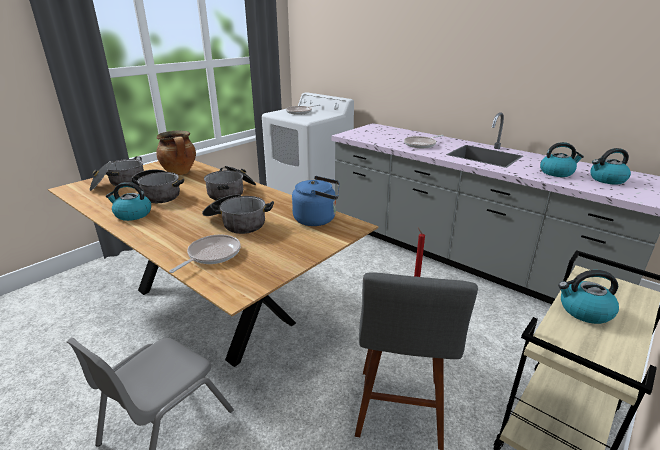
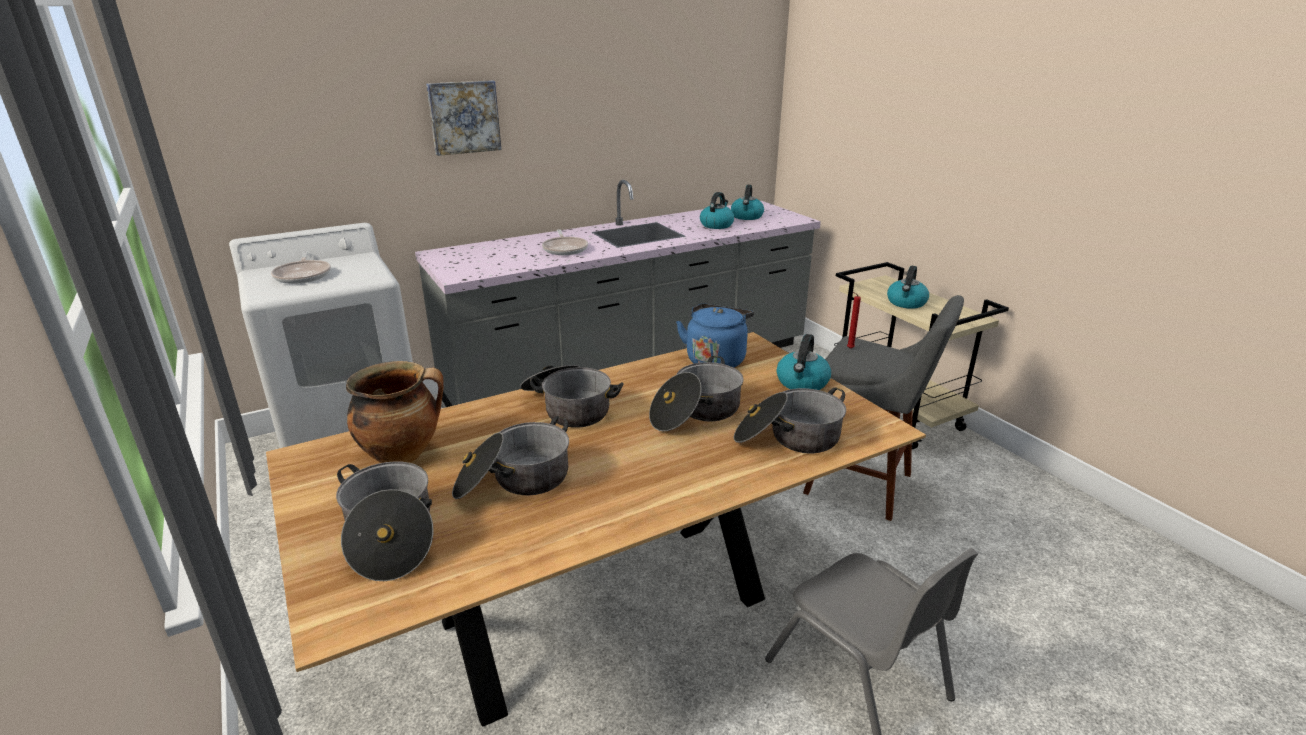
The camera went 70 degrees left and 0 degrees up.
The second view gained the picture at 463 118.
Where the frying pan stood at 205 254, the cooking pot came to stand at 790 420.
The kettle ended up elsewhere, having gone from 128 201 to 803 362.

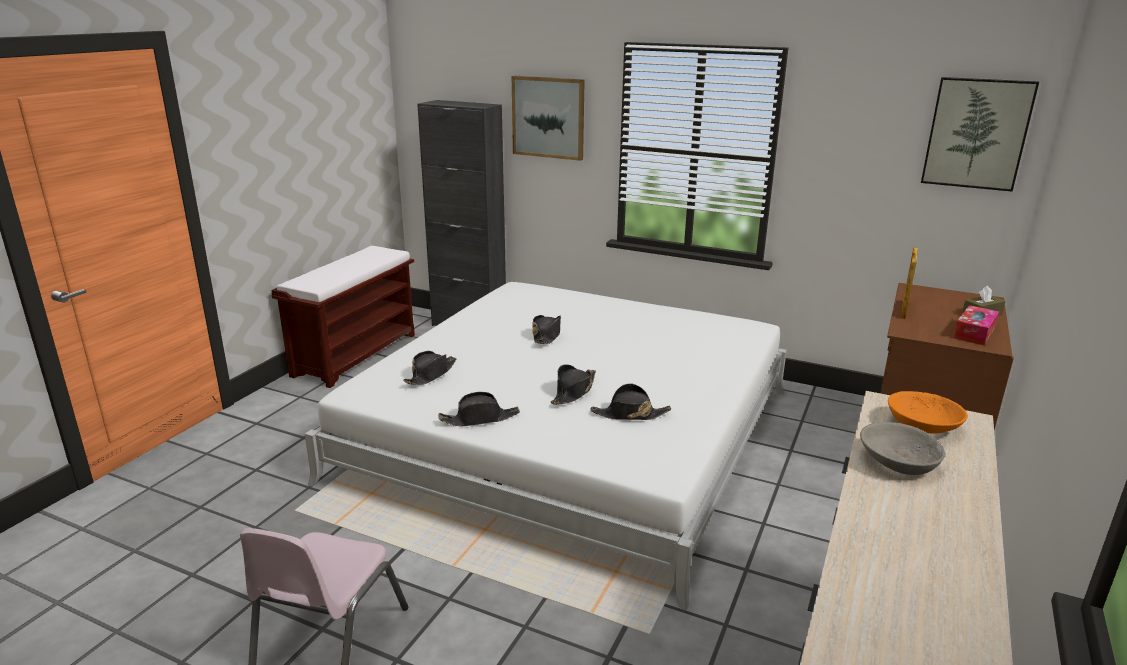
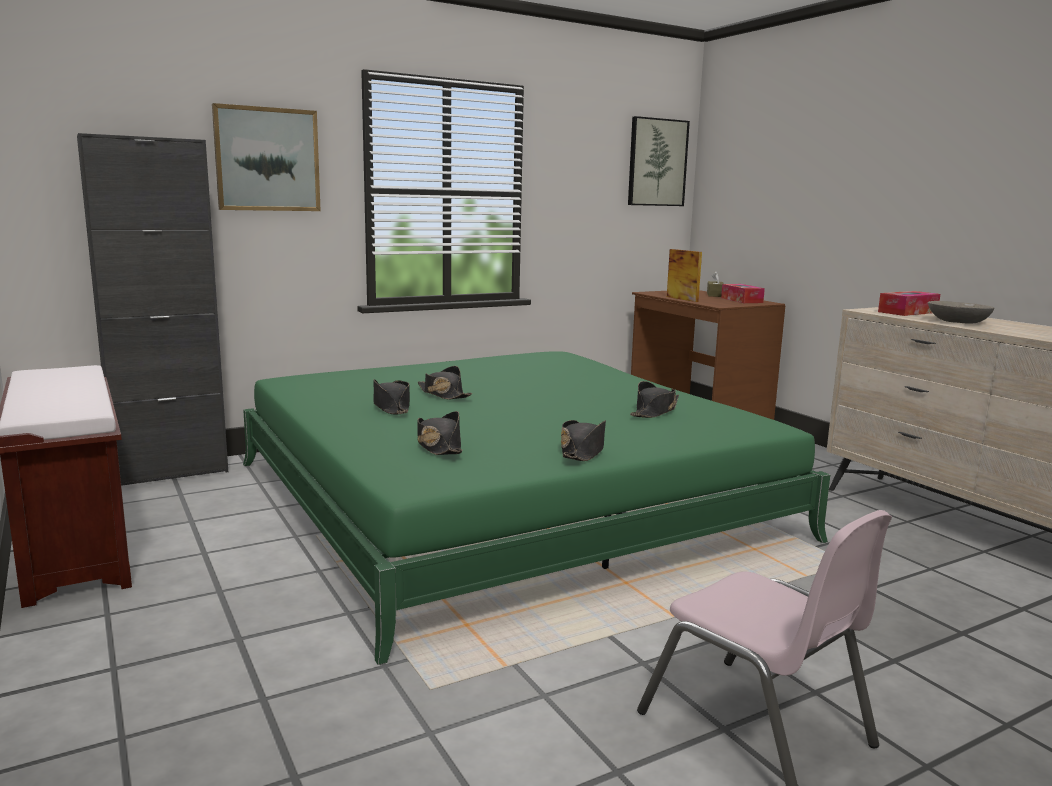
The camera went 55 degrees left and 10 degrees down.
What was the white bed at 546 446 turned into the green bed at 536 508.
The black hat ended up elsewhere, having gone from 573 384 to 391 397.
Where the orange bowl stood at 928 412, the tissue box came to stand at 909 303.

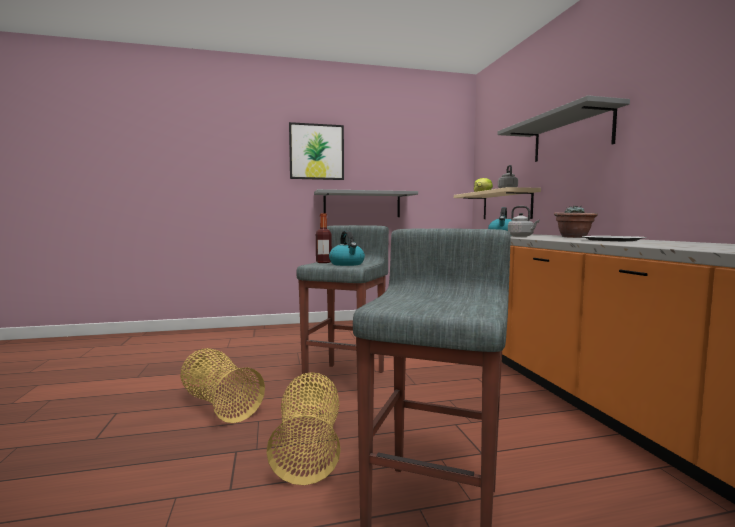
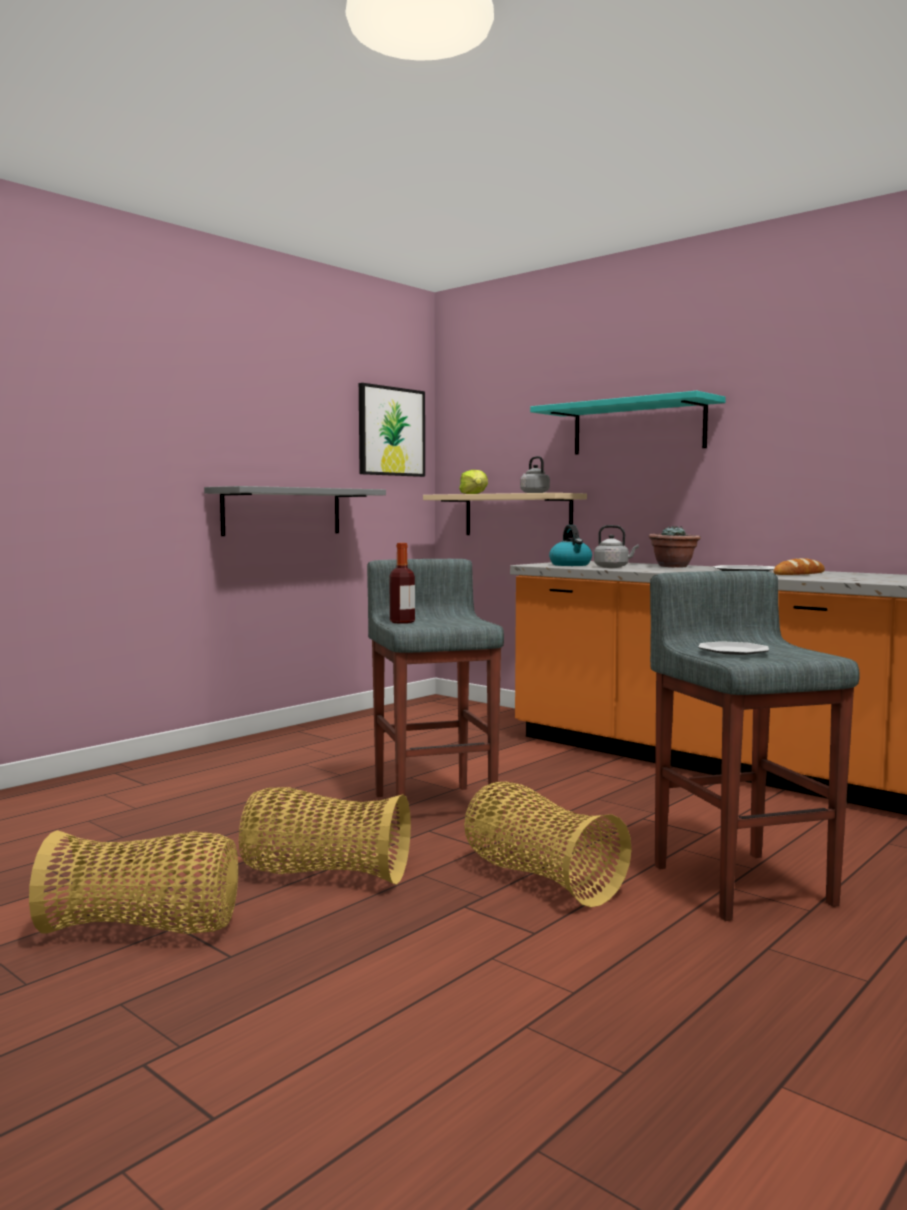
The camera went 35 degrees left and 0 degrees up.
The second view gained the basket at 133 882.
The picture ended up elsewhere, having gone from 316 151 to 392 430.
What was the grey shelf at 564 128 turned into the turquoise shelf at 628 423.
The second view gained the plate at 733 648.
The second view gained the bread at 799 566.
The second view lost the kettle at 347 248.

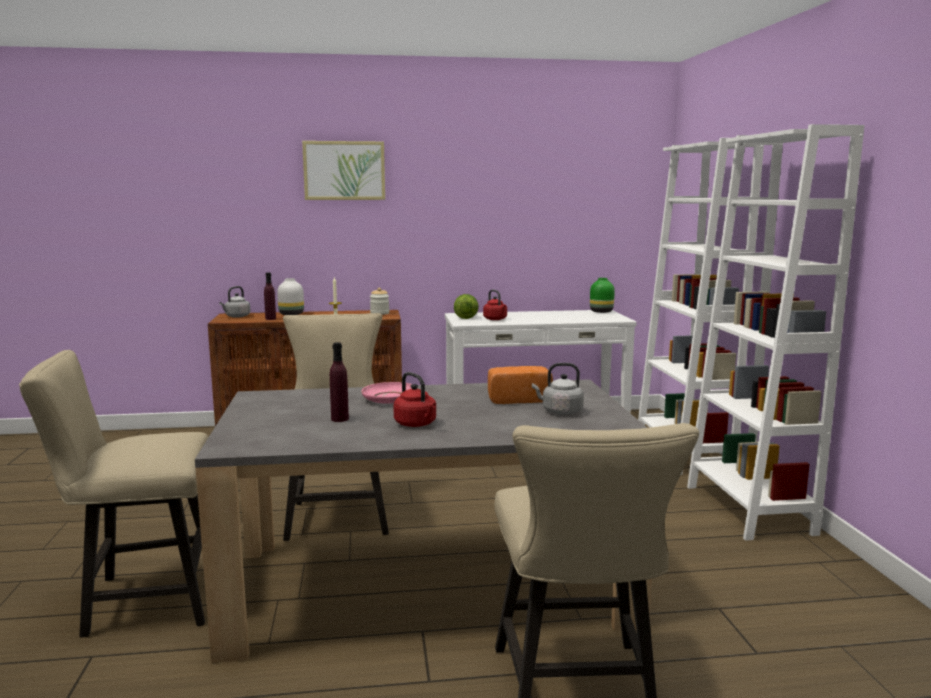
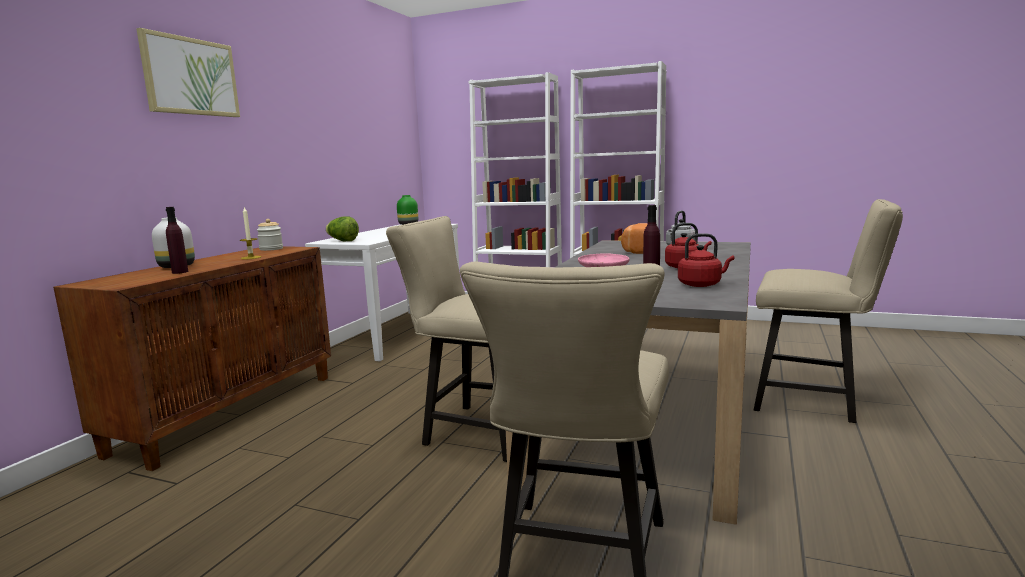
The camera went 60 degrees left and 0 degrees up.
The red kettle ended up elsewhere, having gone from 495 304 to 706 260.
The second view lost the grey kettle at 235 302.

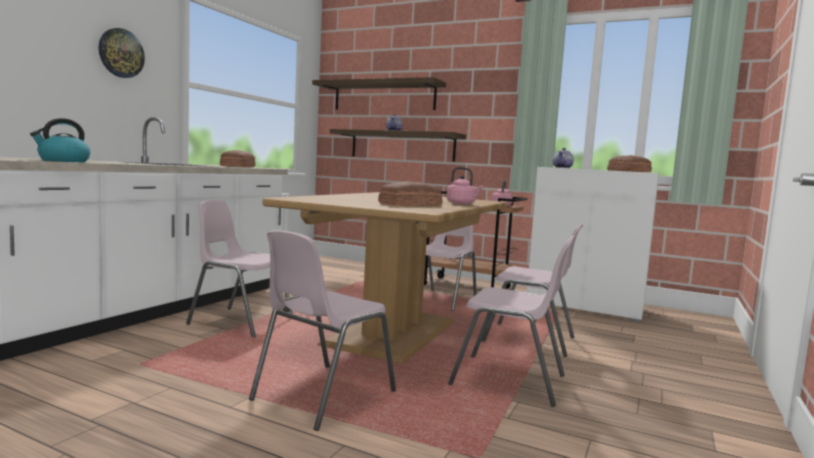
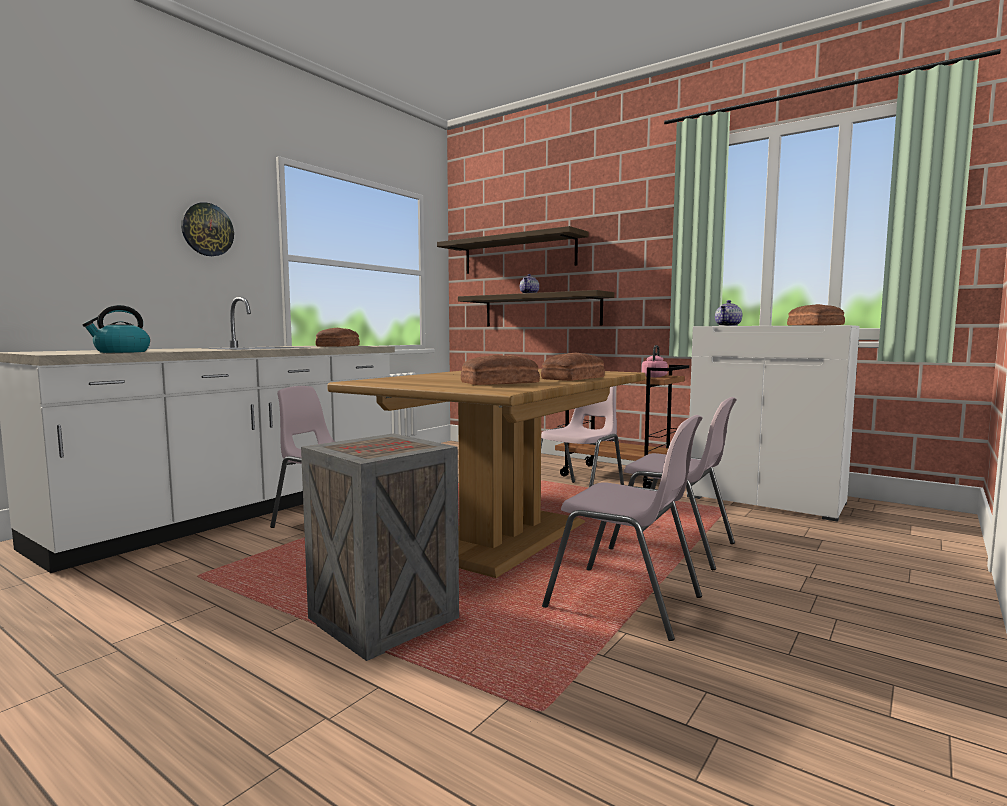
The camera went 10 degrees right and 0 degrees up.
Where the pink chair stood at 322 330, the crate came to stand at 380 547.
Where the pink kettle stood at 465 185, the bread came to stand at 573 367.

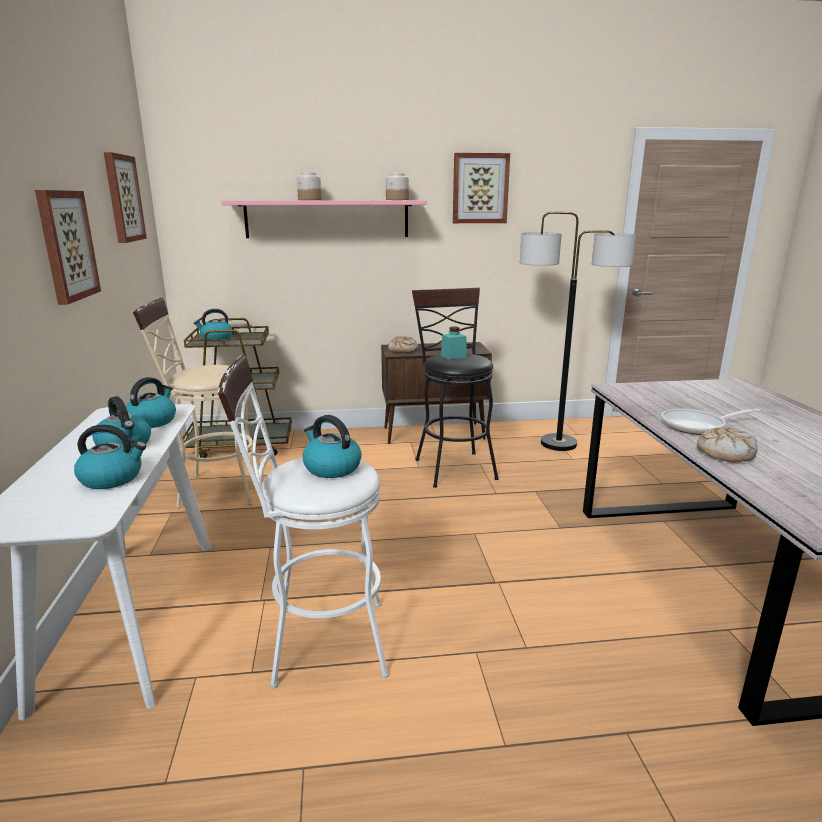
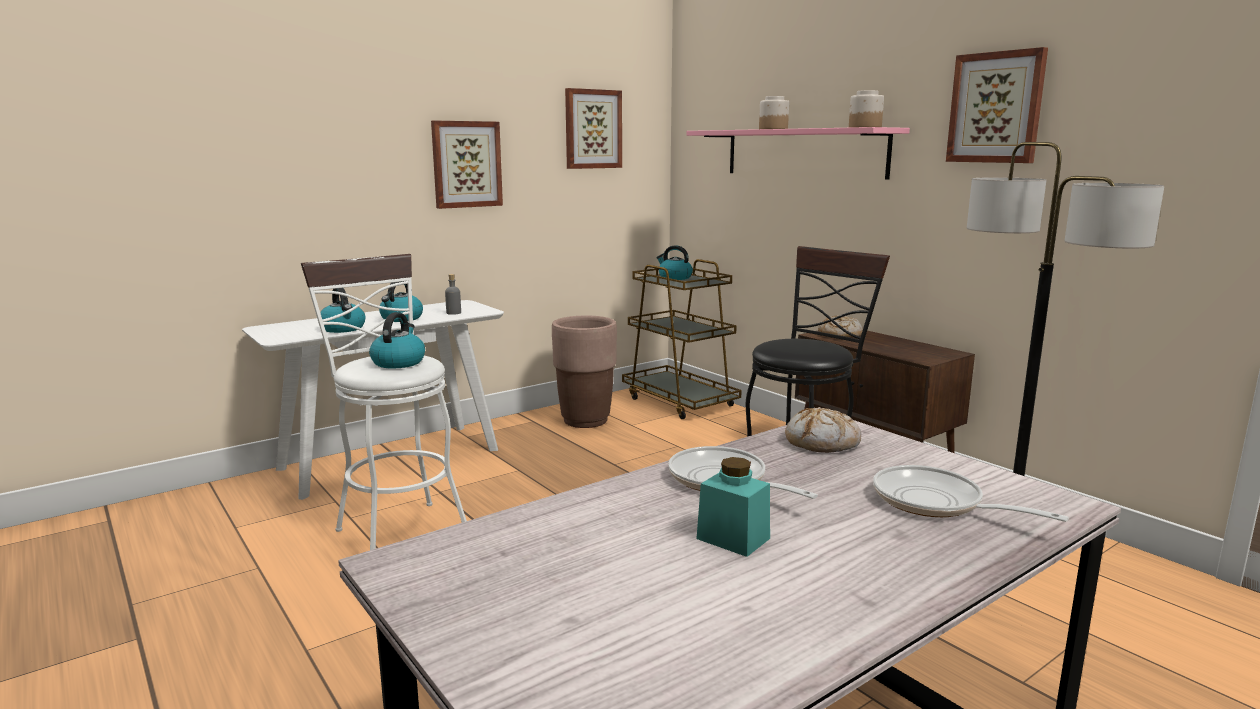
The camera went 60 degrees right and 5 degrees down.
Where the kettle stood at 151 402, the grey bottle came to stand at 453 294.
Where the beige stool stood at 196 403, the brown planter came to stand at 584 371.
The turquoise jar ended up elsewhere, having gone from 454 343 to 733 507.
The bread ended up elsewhere, having gone from 727 445 to 823 430.
The second view gained the frying pan at 971 493.

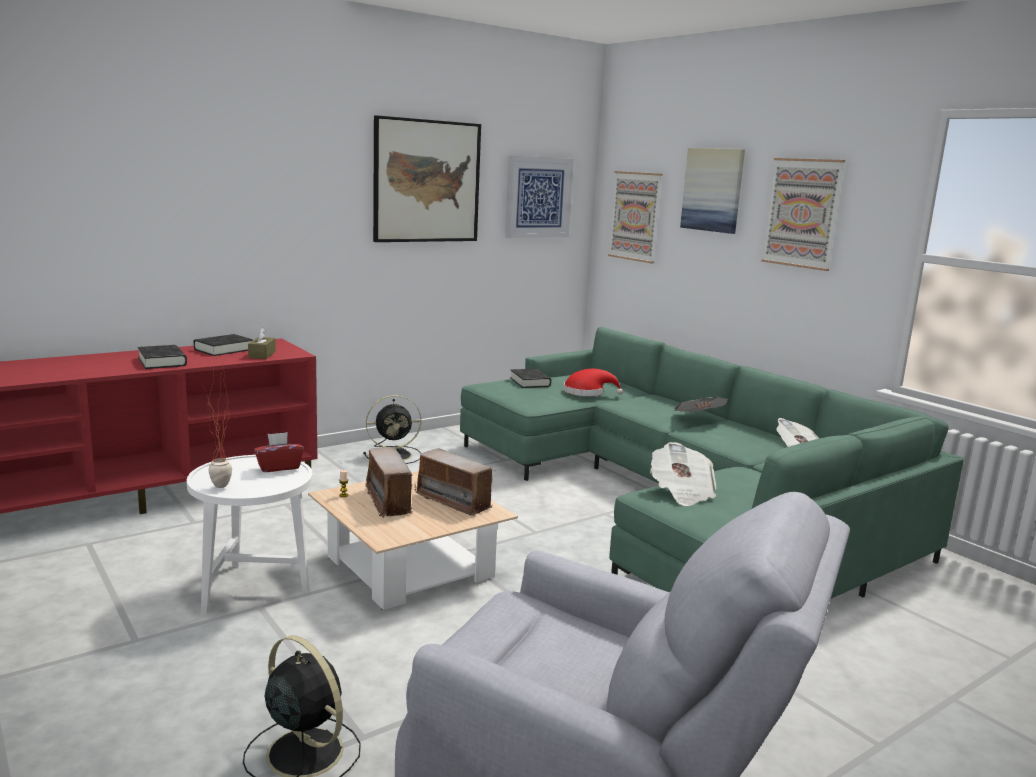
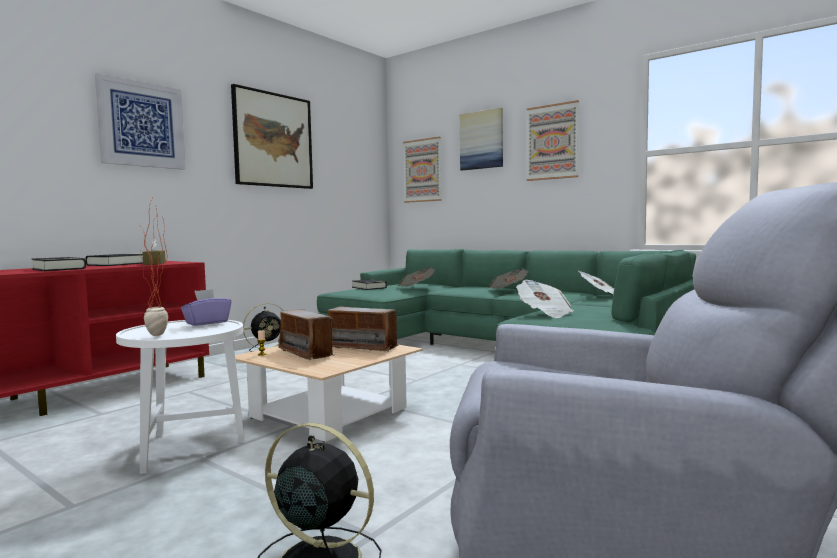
The camera went 15 degrees left and 10 degrees down.
The picture ended up elsewhere, having gone from 539 197 to 140 121.
What was the red tissue box at 279 452 turned into the purple tissue box at 206 307.
Where the red hat stood at 593 382, the newspaper came to stand at 416 277.

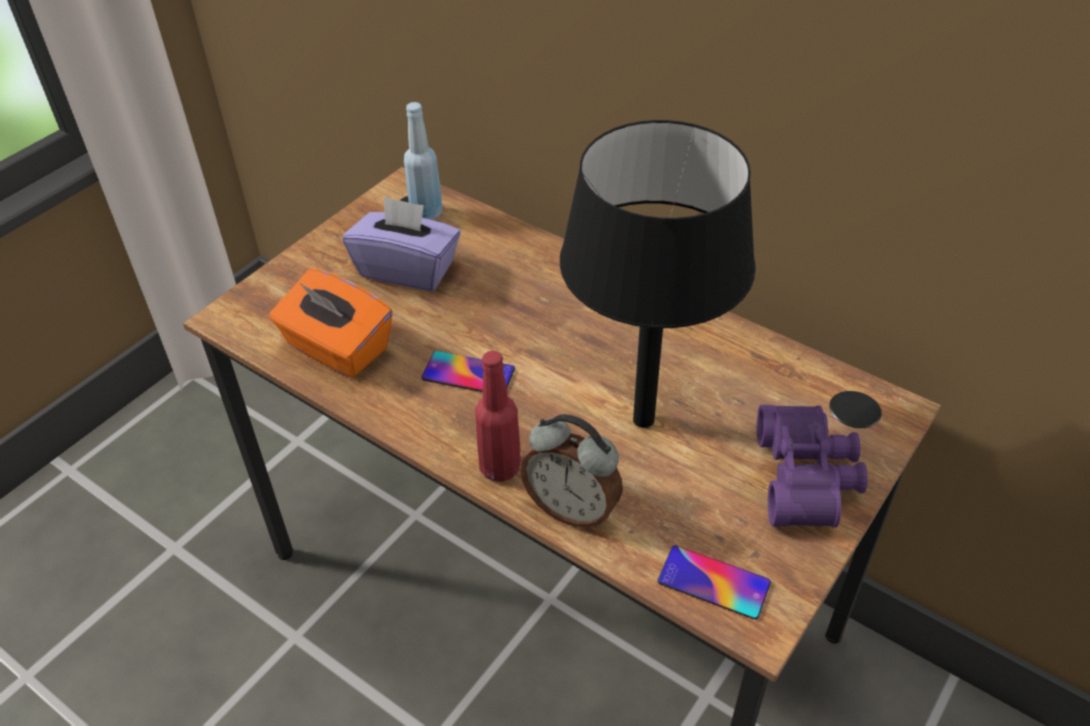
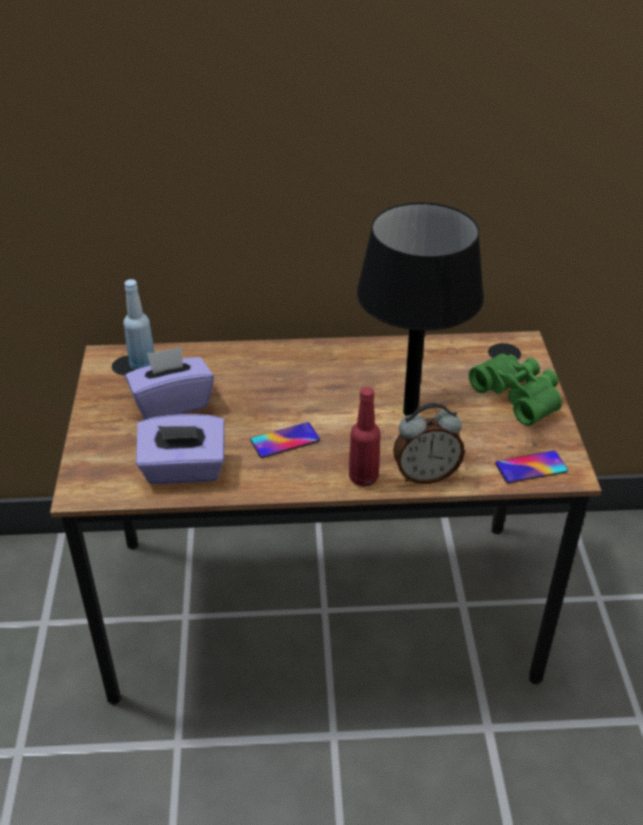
The camera went 40 degrees left and 5 degrees down.
What was the orange tissue box at 331 323 turned into the purple tissue box at 180 449.
What was the purple binoculars at 812 466 turned into the green binoculars at 515 390.

